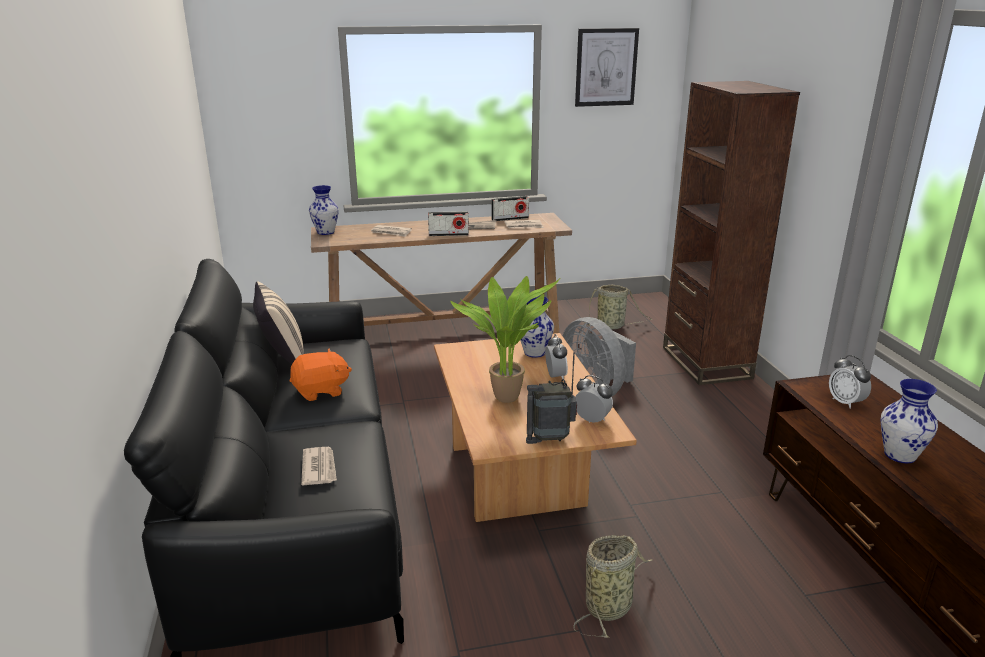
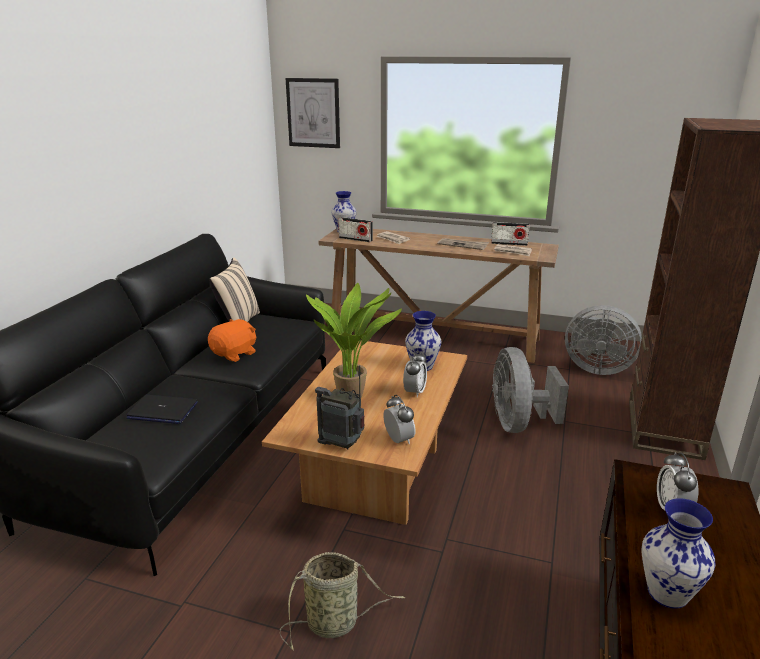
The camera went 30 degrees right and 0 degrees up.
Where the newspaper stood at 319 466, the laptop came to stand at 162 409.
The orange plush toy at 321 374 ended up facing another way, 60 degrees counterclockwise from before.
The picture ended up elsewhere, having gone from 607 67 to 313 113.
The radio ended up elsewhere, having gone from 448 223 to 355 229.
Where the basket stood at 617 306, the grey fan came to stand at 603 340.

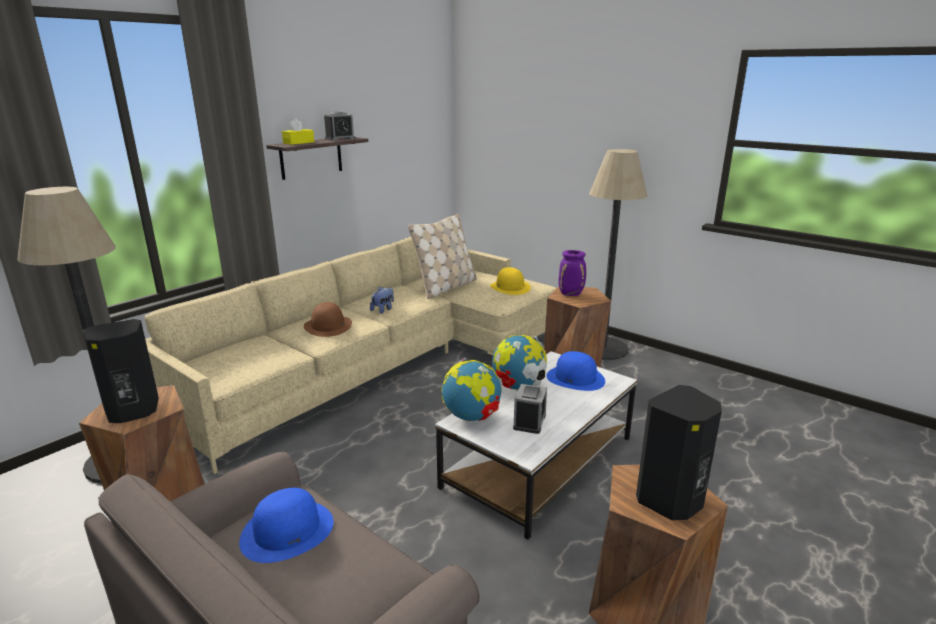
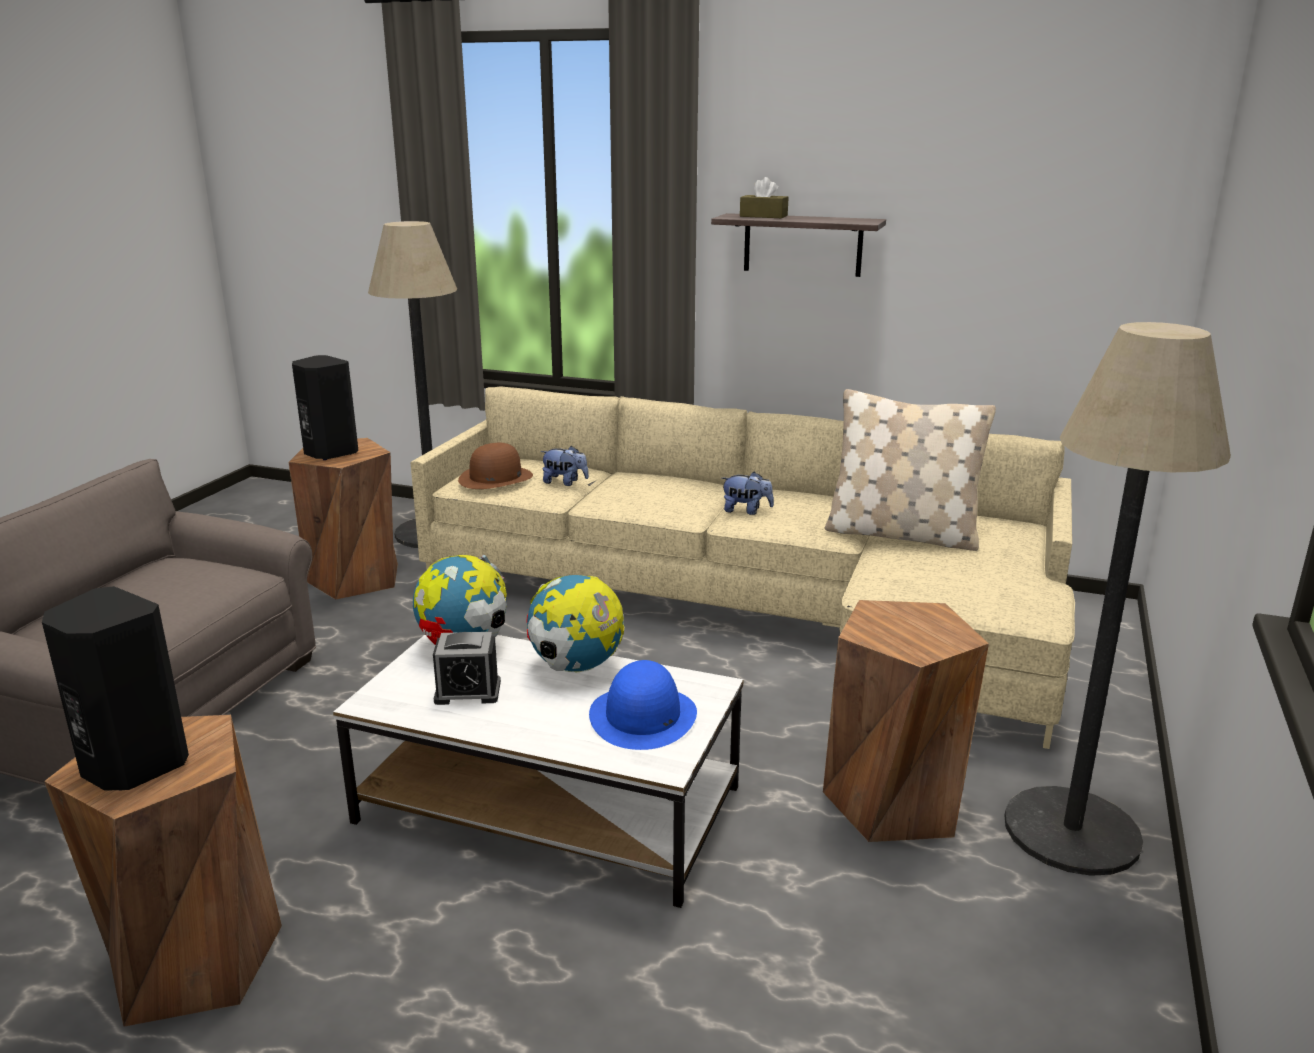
The camera went 70 degrees right and 0 degrees up.
The brown hat ended up elsewhere, having gone from 328 319 to 495 466.
The second view gained the plush toy at 564 466.
What was the yellow tissue box at 298 131 turned into the brown tissue box at 764 197.
The second view lost the blue hat at 286 525.
The second view lost the alarm clock at 340 126.
The second view lost the yellow hat at 510 281.
The second view lost the purple vase at 572 273.

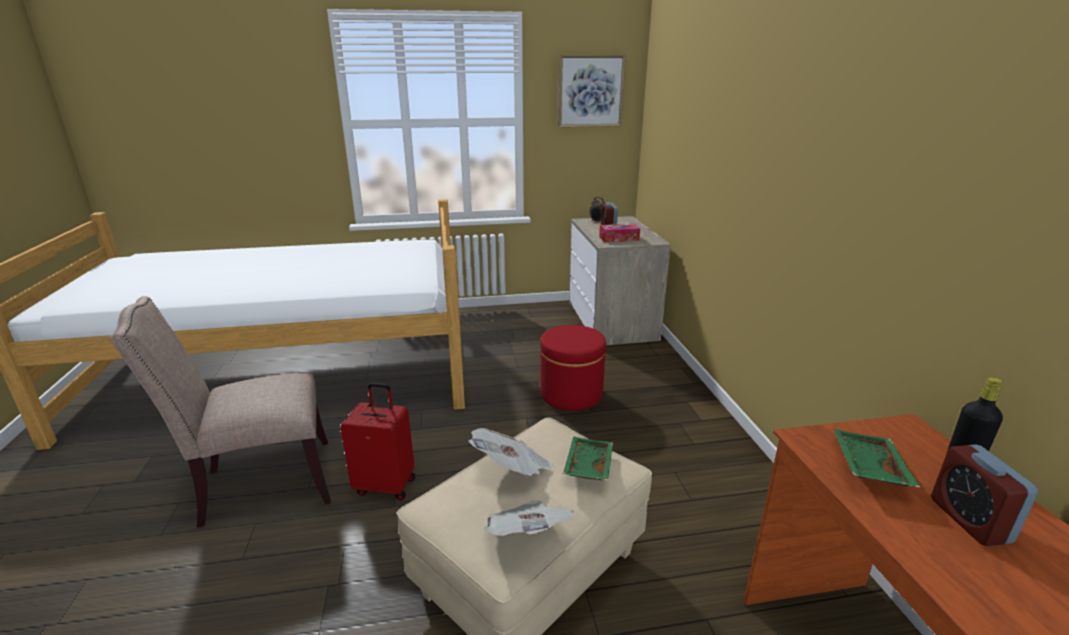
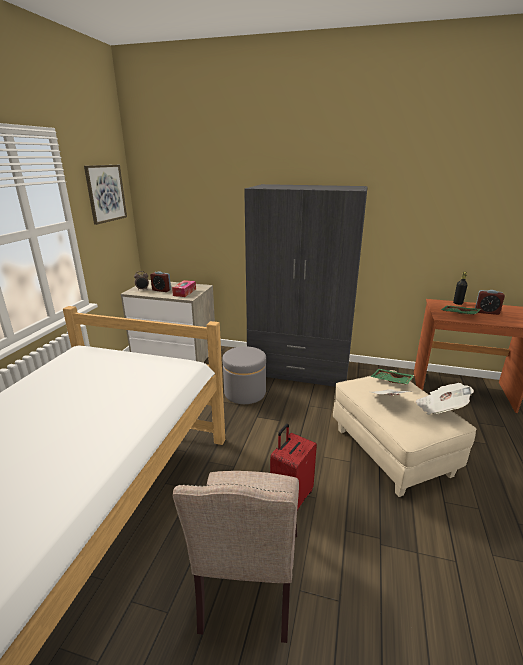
The camera went 65 degrees left and 0 degrees up.
What was the red ottoman at 573 368 turned into the grey ottoman at 244 375.
The second view gained the grey wardrobe at 306 285.

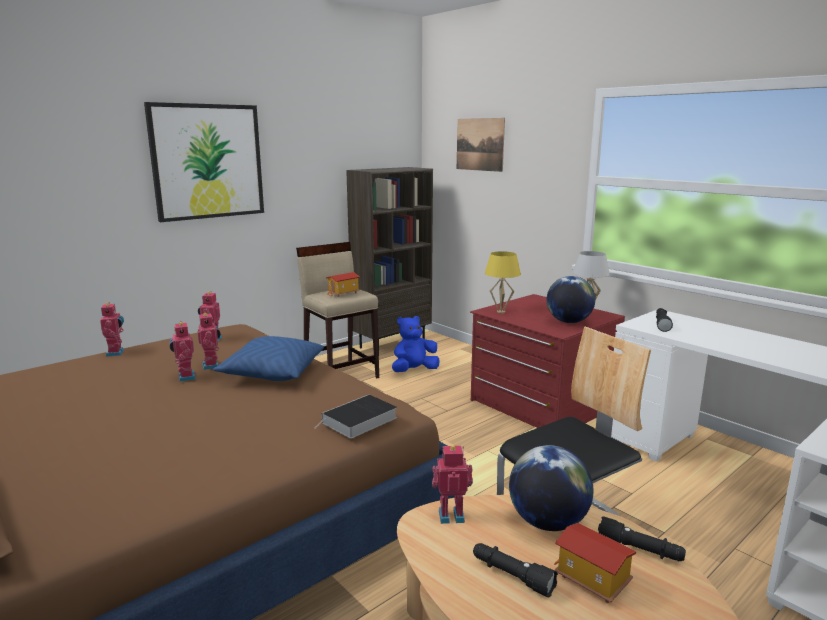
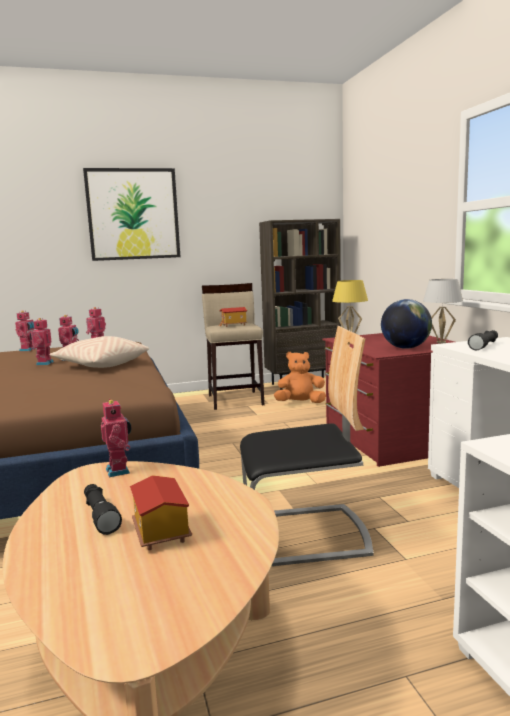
The camera went 25 degrees right and 5 degrees down.
What was the blue pillow at 268 358 turned into the beige pillow at 99 352.
The toy robot at 452 484 ended up facing another way, 45 degrees clockwise from before.
What was the blue plush toy at 416 344 turned into the orange plush toy at 300 377.
The second view lost the book at 356 417.
The second view lost the picture at 481 145.
The second view lost the globe at 551 488.
The second view lost the black flashlight at 642 538.

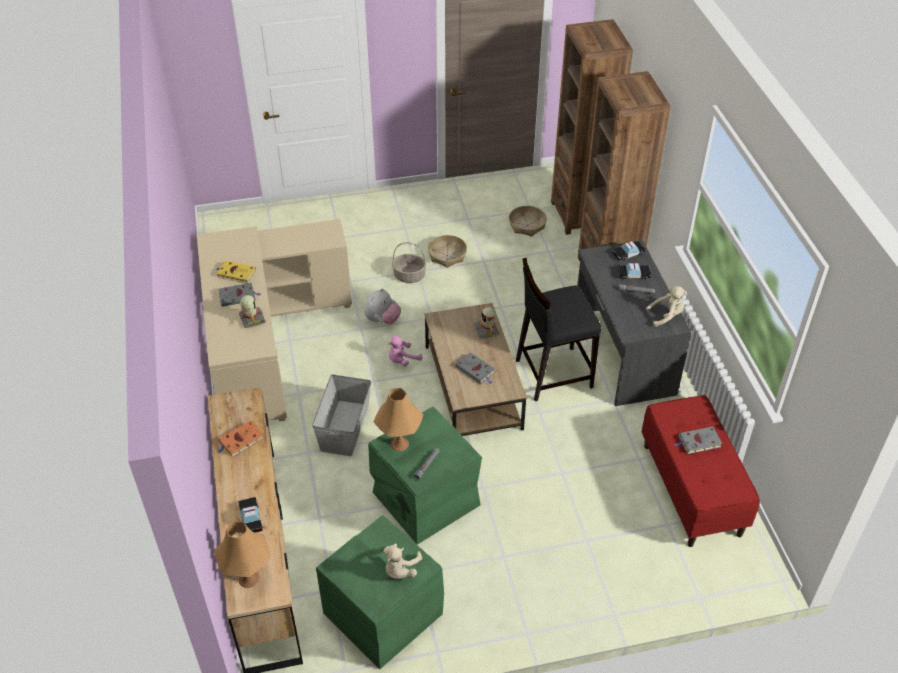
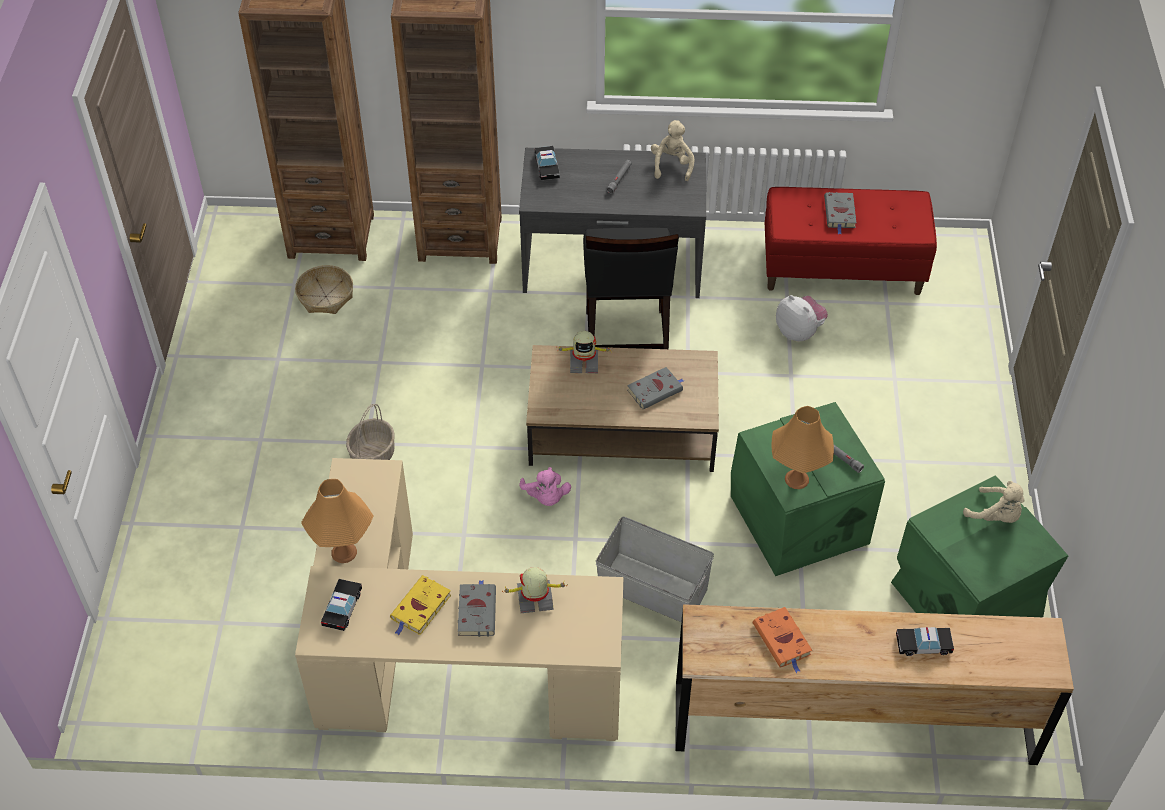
The camera went 75 degrees left and 5 degrees up.
The orange table lamp ended up elsewhere, having gone from 243 554 to 337 521.
The toy car ended up elsewhere, having gone from 634 271 to 341 605.
The plush toy ended up elsewhere, having gone from 382 306 to 802 318.
The second view lost the basket at 447 251.

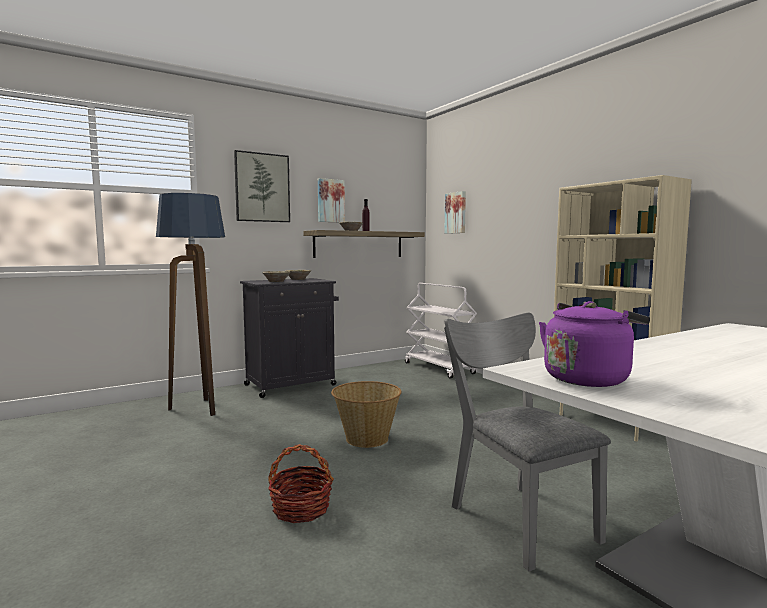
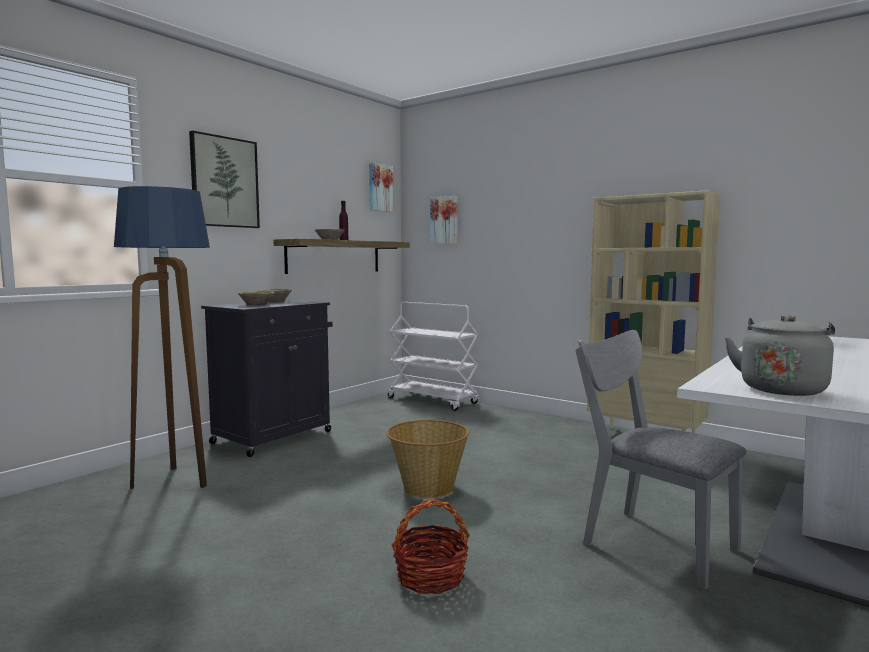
The camera went 20 degrees left and 0 degrees up.
The picture ended up elsewhere, having gone from 331 200 to 381 187.
What was the purple kettle at 594 344 turned into the grey kettle at 780 355.

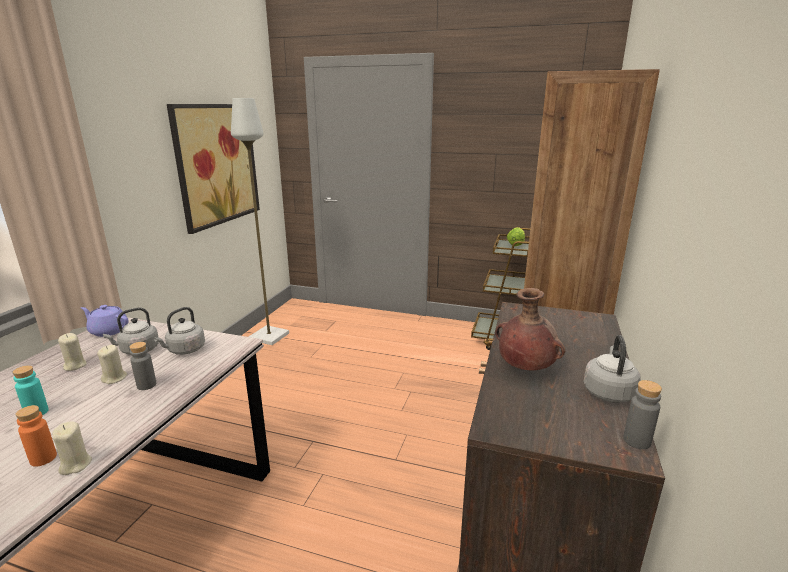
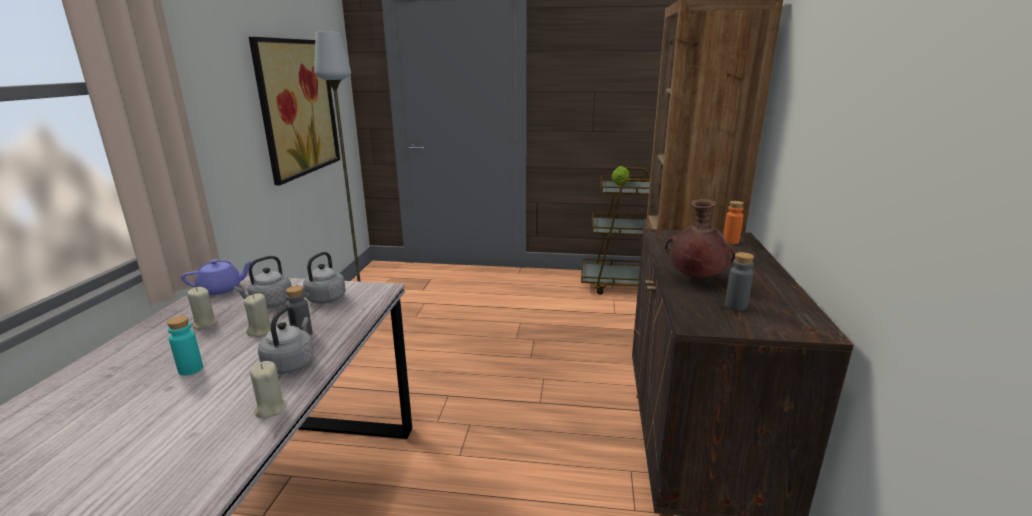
The camera went 10 degrees left and 0 degrees up.
The purple teapot at 105 321 ended up facing another way, 150 degrees clockwise from before.
The grey kettle ended up elsewhere, having gone from 611 369 to 286 340.
The orange bottle ended up elsewhere, having gone from 36 436 to 733 222.
The grey bottle ended up elsewhere, having gone from 642 414 to 739 281.

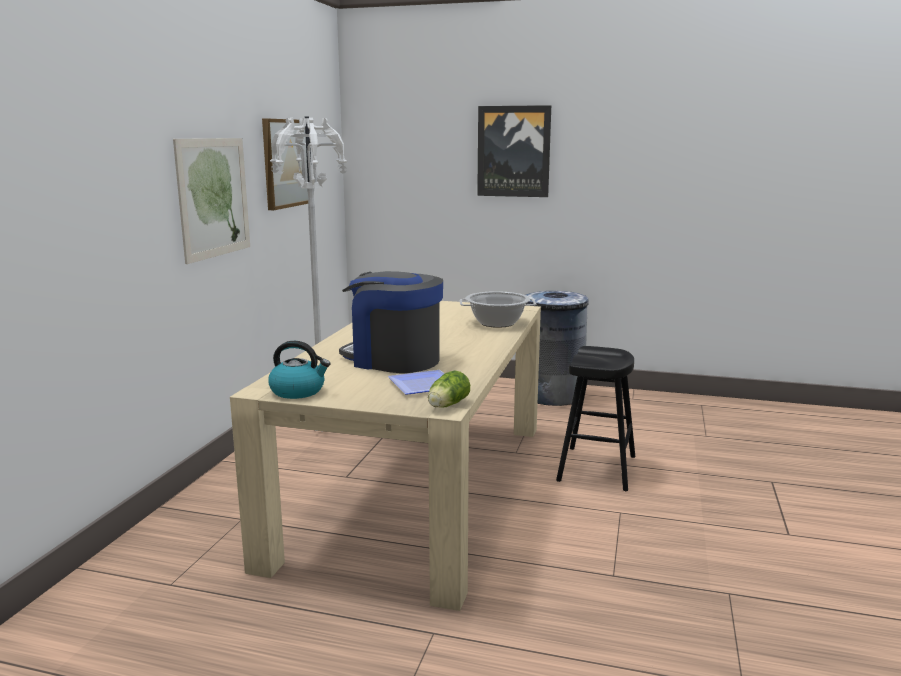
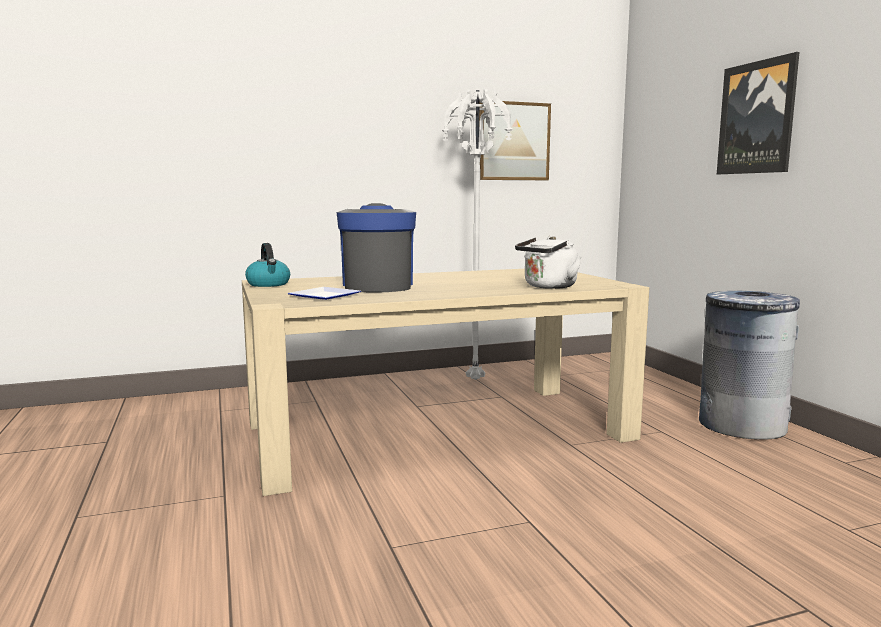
The camera went 55 degrees right and 5 degrees down.
Where the cooking pot stood at 498 309, the white kettle came to stand at 548 262.
The second view lost the picture at 211 201.
The second view lost the lettuce at 449 389.
The second view lost the black stool at 595 418.

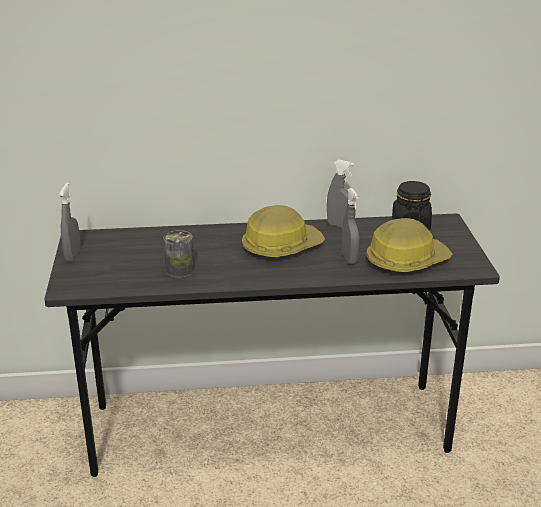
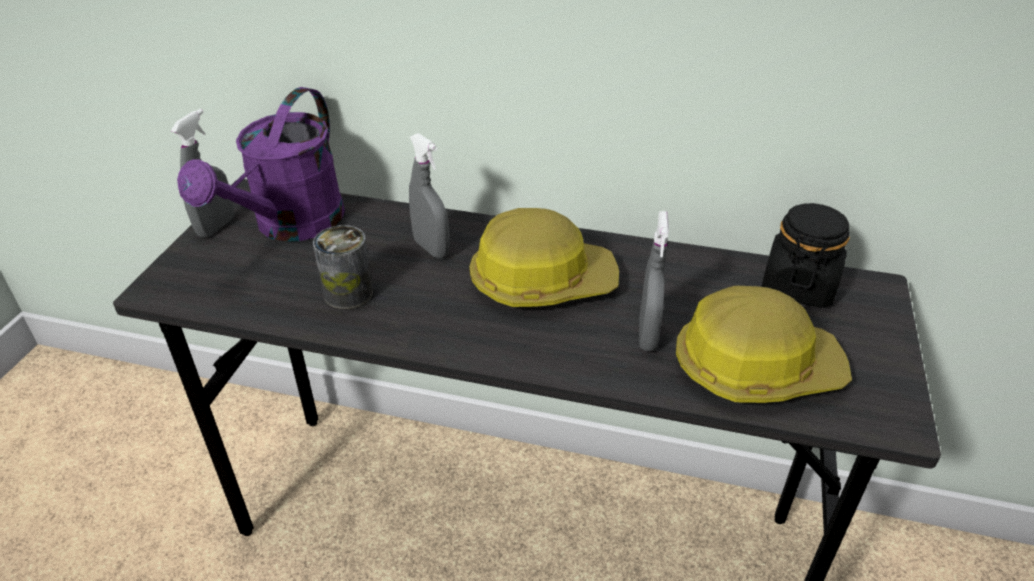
The camera went 20 degrees right and 10 degrees up.
The second view gained the purple watering can at 261 164.
The grey spray bottle ended up elsewhere, having gone from 341 193 to 429 195.

